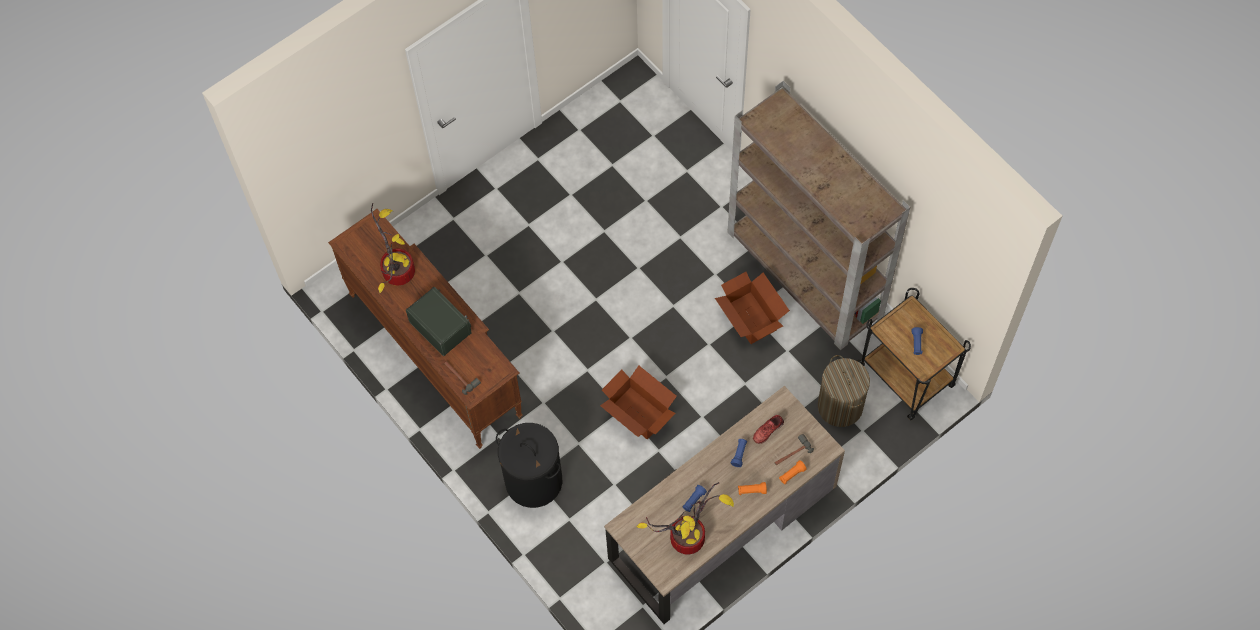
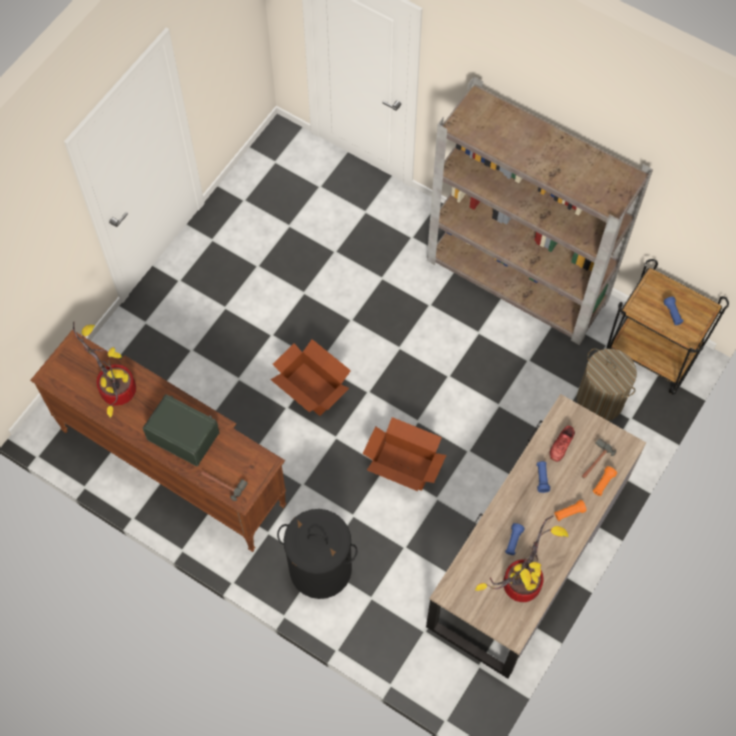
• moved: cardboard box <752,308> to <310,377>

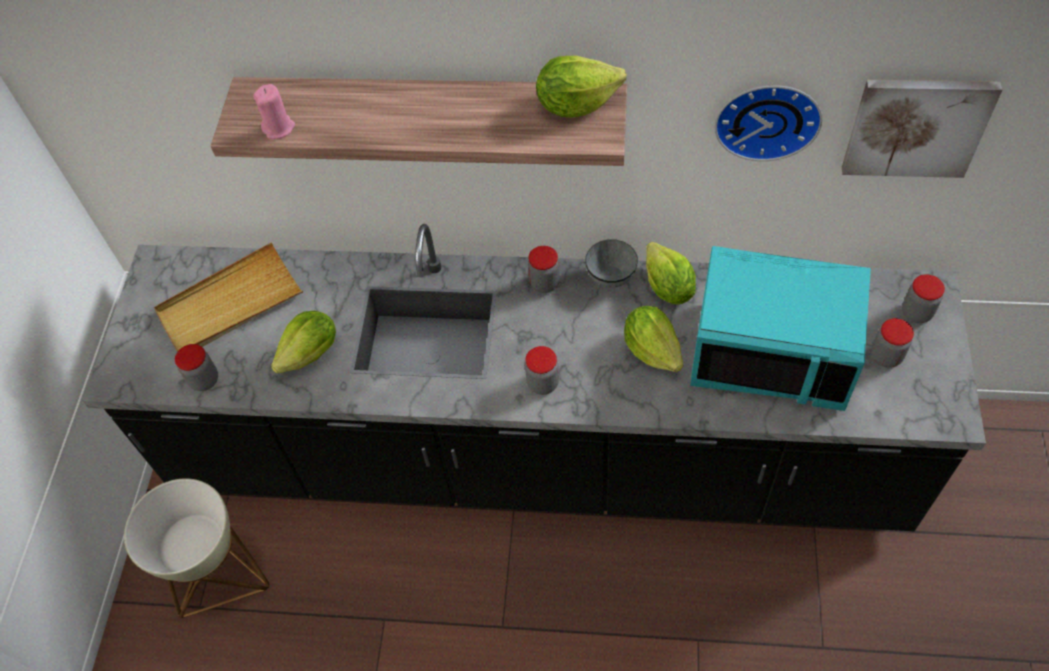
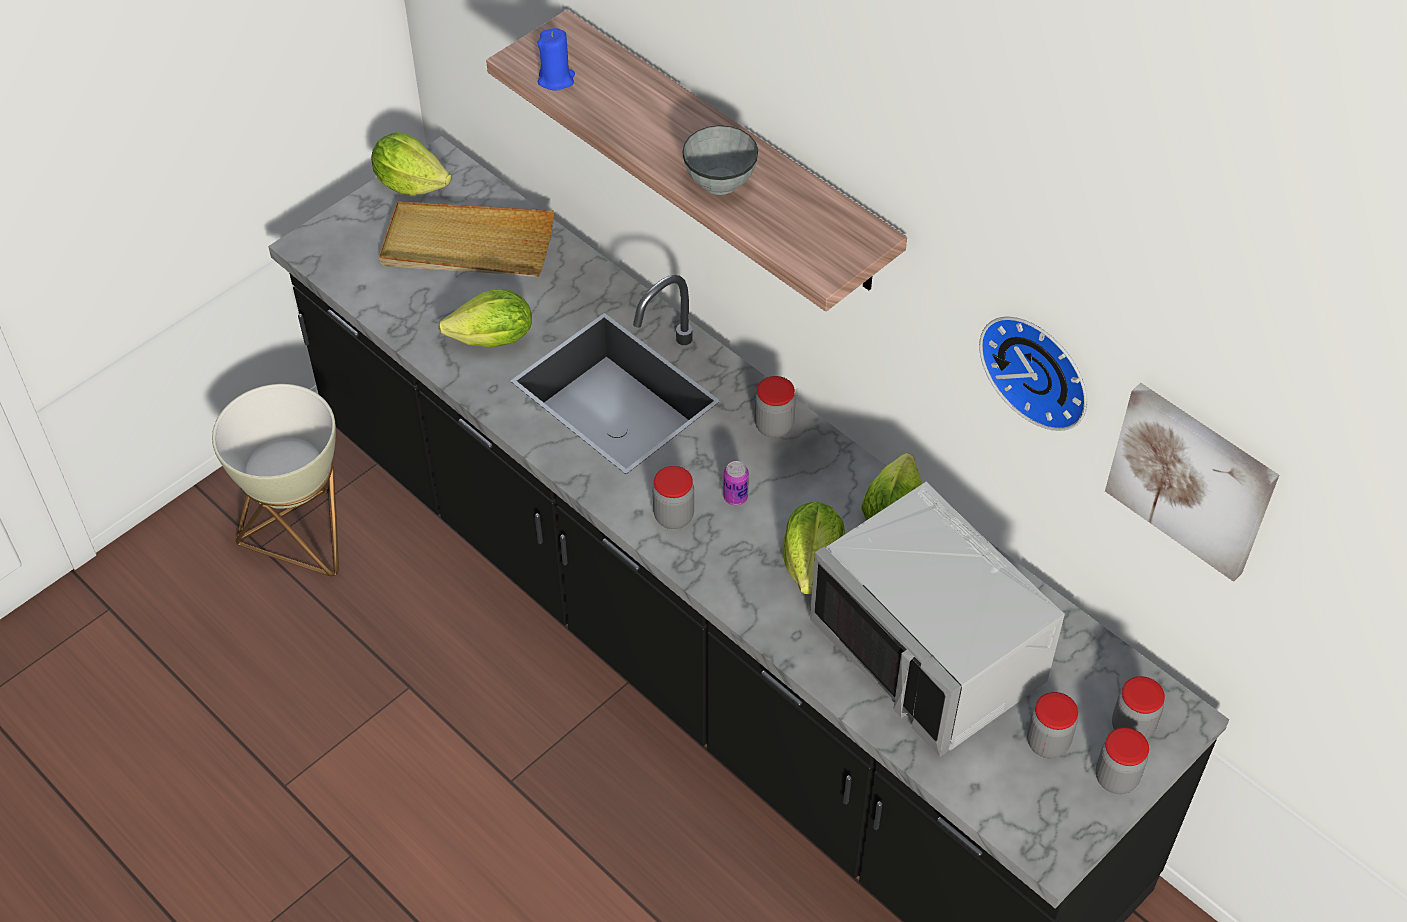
• added: can <736,483>
• moved: jar <196,367> to <1122,760>
• moved: head of lettuce <581,87> to <411,163>
• moved: grey bowl <611,263> to <720,160>
• recoloured: pinkish wax light <274,111> to blue wax light <556,59>
• recoloured: turquoise-coloured microwave oven <780,328> to grey microwave oven <937,619>

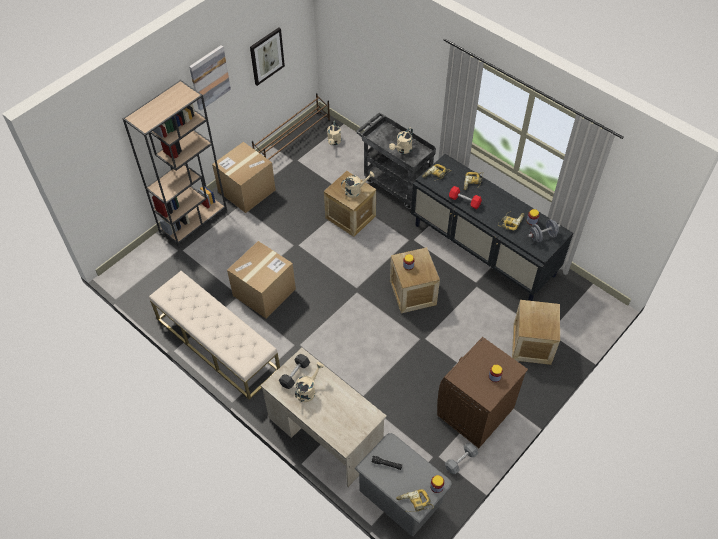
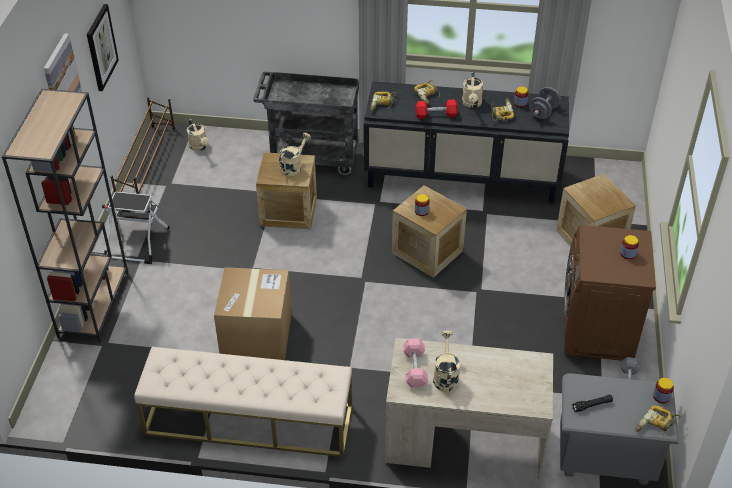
• moved: sand-coloured watering pot <401,141> to <472,90>
• replaced: cardboard box <244,177> to step stool <136,228>
• recoloured: black dumbbell <294,371> to pinkish dumbbell <415,362>

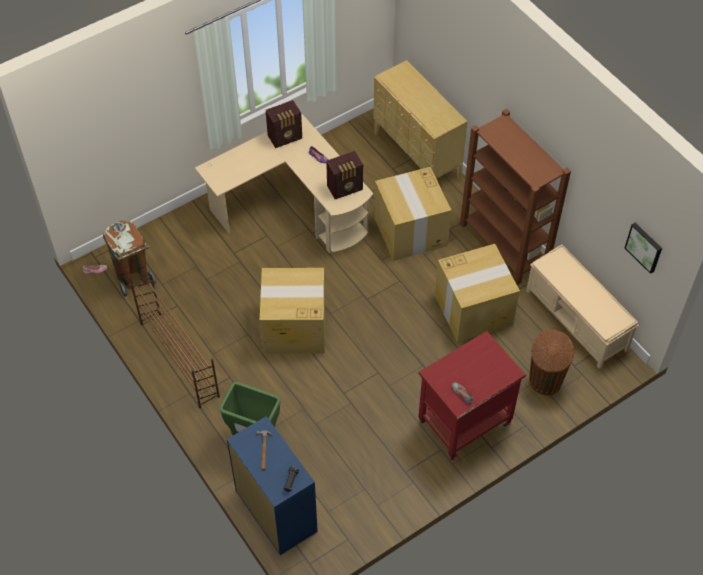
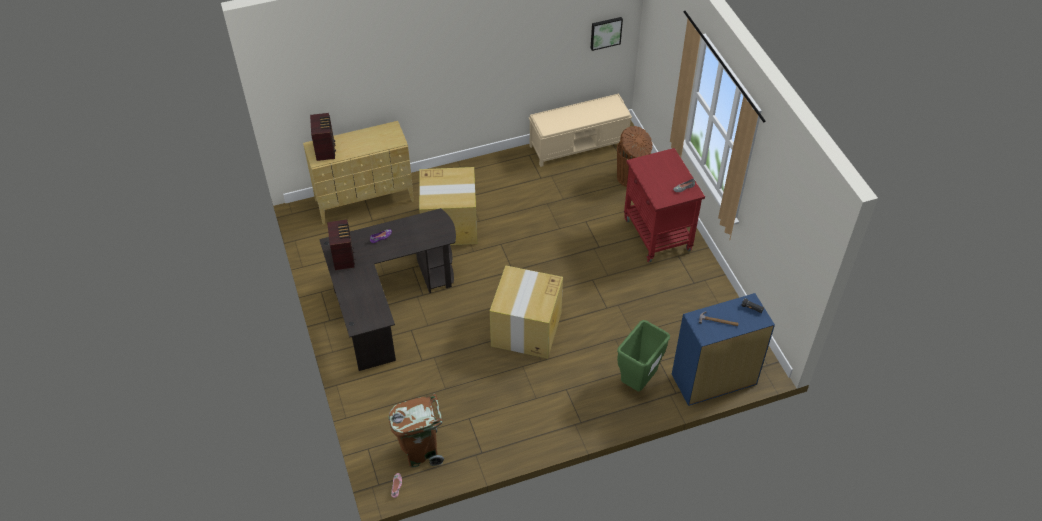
• removed: brownish shoe shelf <175,341>
• removed: cardboard box <477,293>
• removed: brownish bookshelf <515,197>
• moved: radio set <344,175> to <323,137>
• recoloured: sand-coloured desk unit <284,184> to black desk unit <387,289>

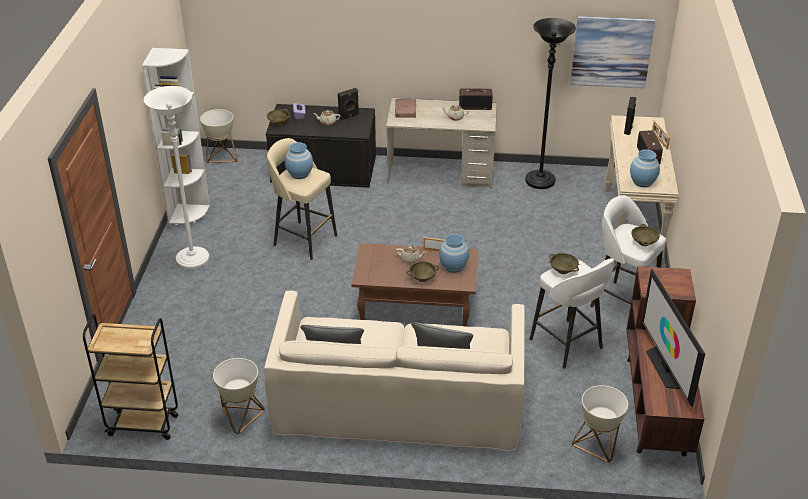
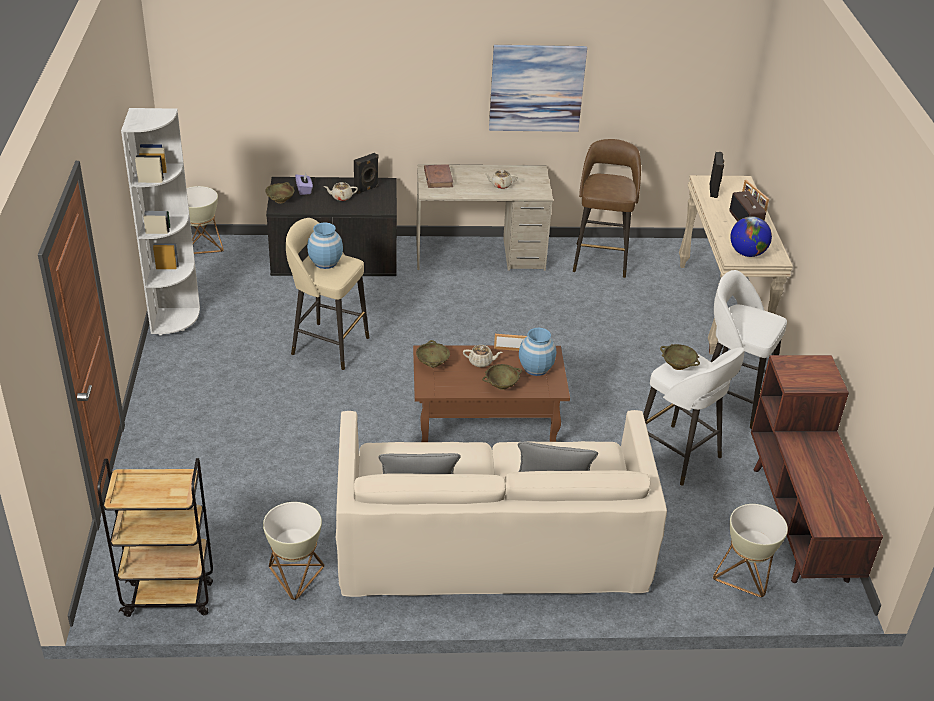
• removed: whitish standing lamp <176,178>
• removed: radio set <476,99>
• removed: television <673,338>
• moved: picture <612,52> to <538,88>
• moved: sand-coloured bowl <645,235> to <433,354>
• replaced: black standing lamp <550,103> to brownish sitting stool <607,208>
• replaced: blue vase <645,168> to world globe <751,236>

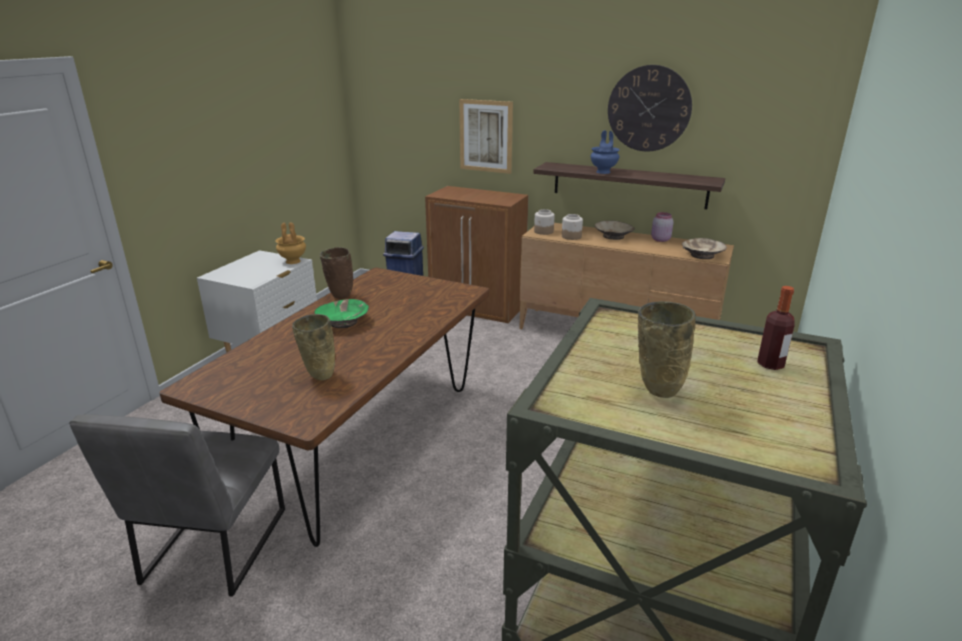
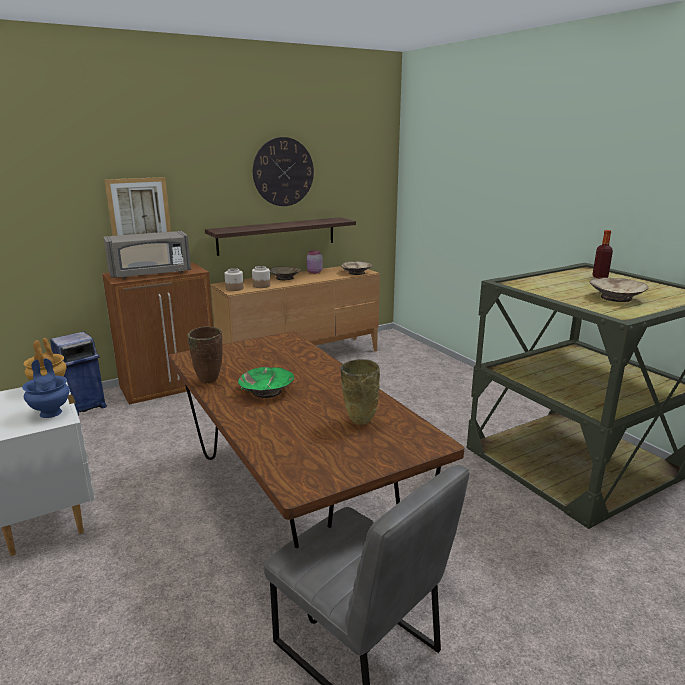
• added: grey microwave oven <147,255>
• moved: blue vase <605,152> to <46,388>
• replaced: sand-coloured vase <667,349> to sand-coloured bowl <619,290>

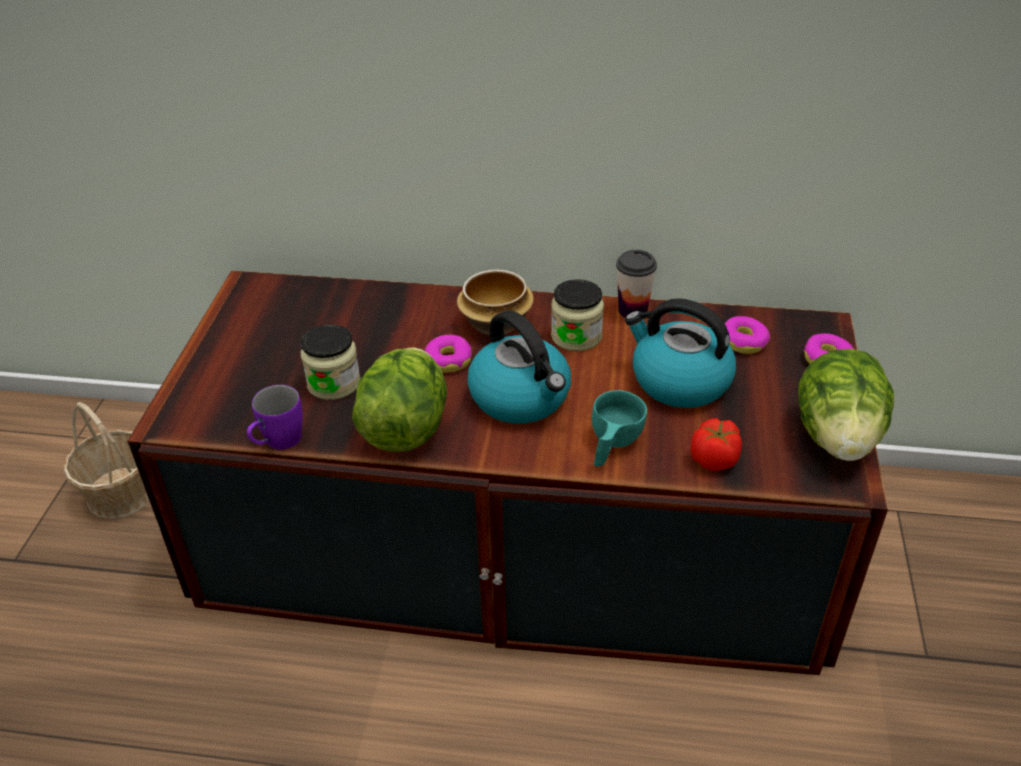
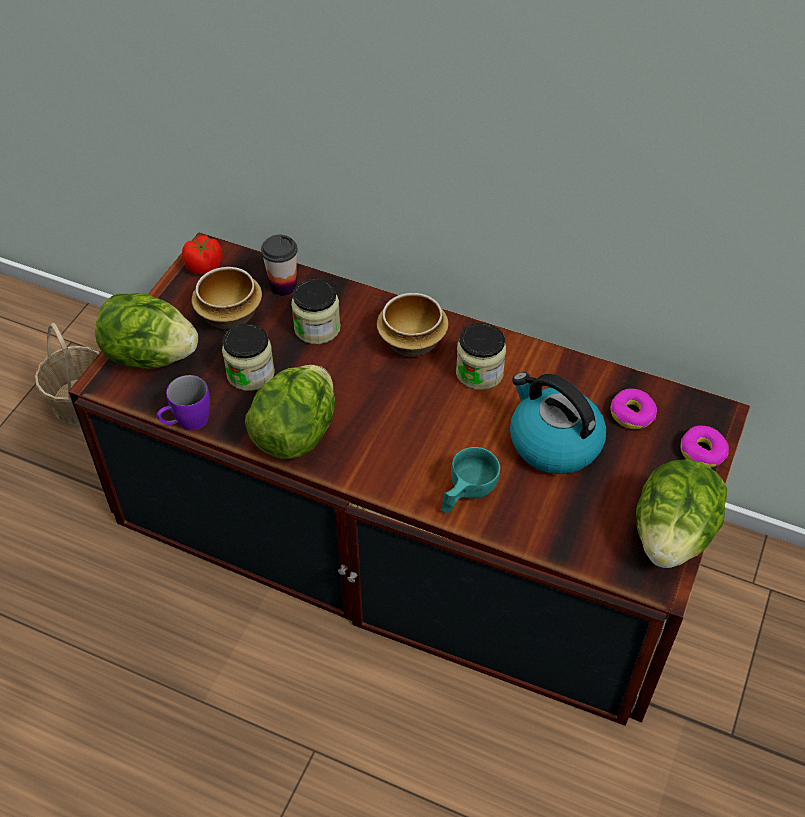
• removed: doughnut <448,354>
• removed: water kettle <519,366>
• added: head of lettuce <146,331>
• added: bowl <227,298>
• added: jar <316,311>
• moved: drinking cup <636,284> to <279,265>
• moved: whole tomato <716,444> to <202,254>

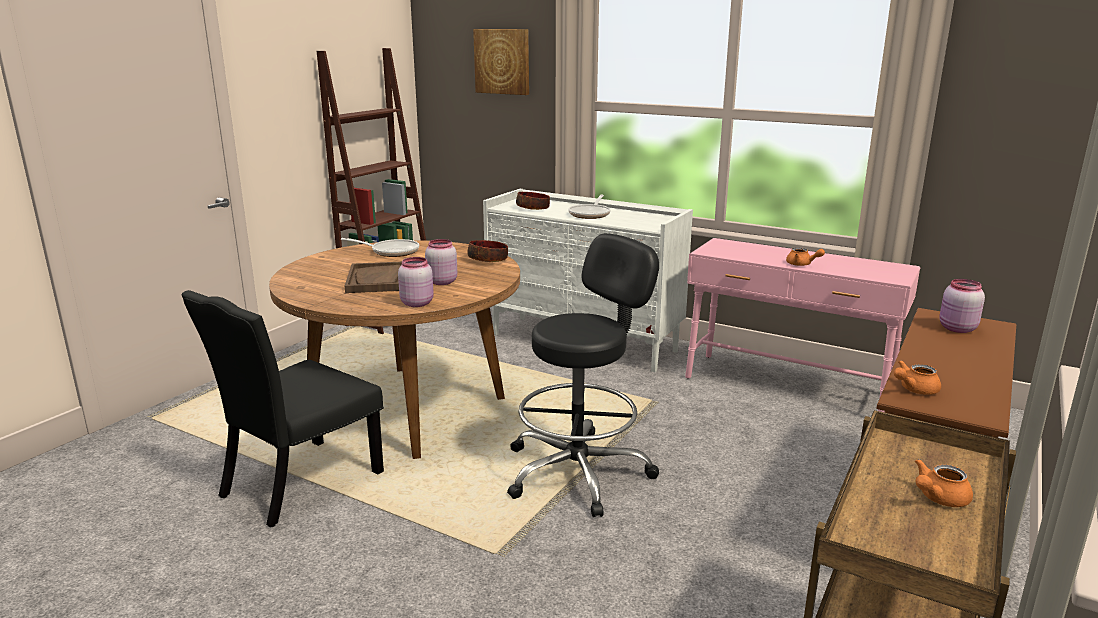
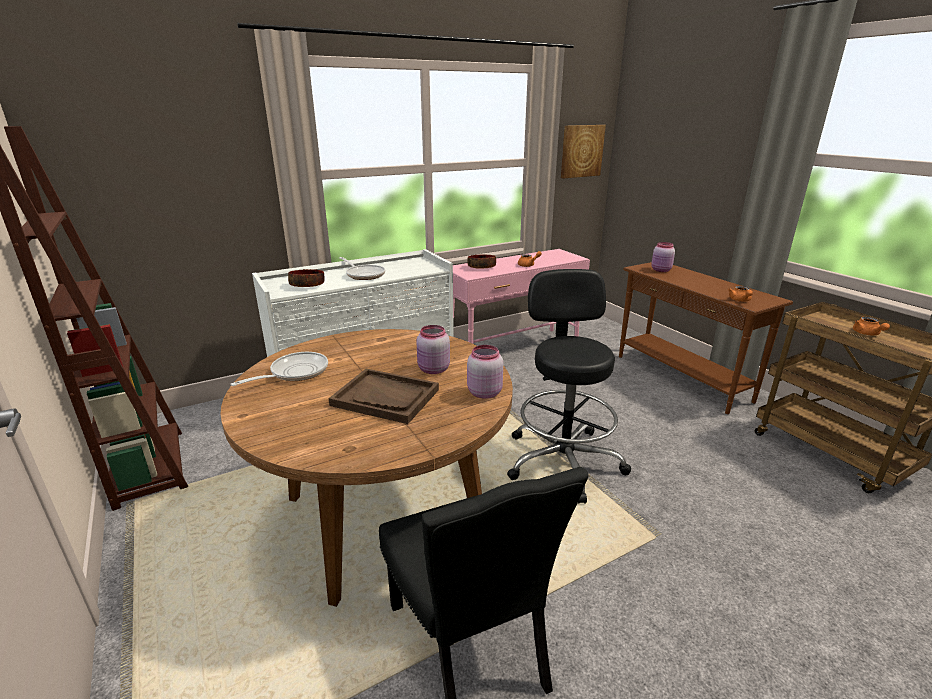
• moved: bowl <487,251> to <481,261>
• moved: picture <501,62> to <583,151>

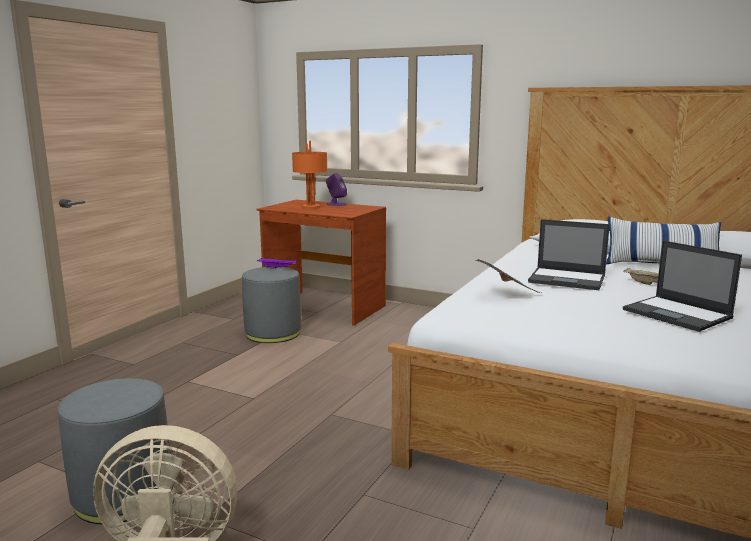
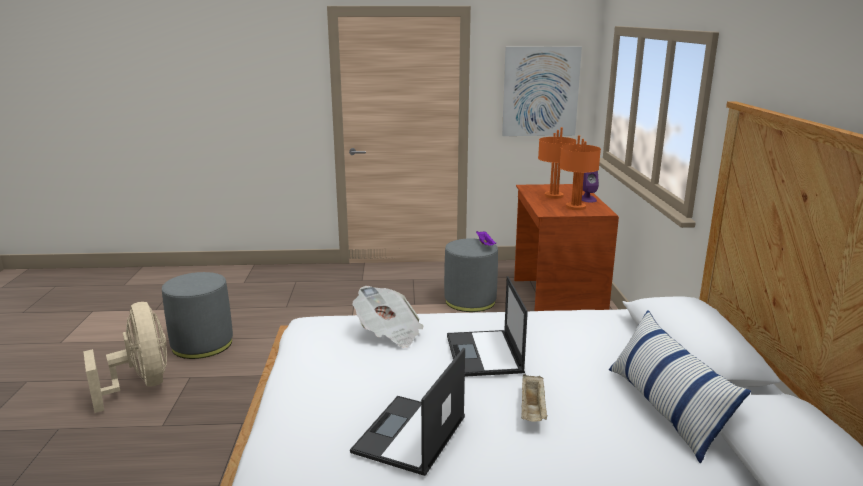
• added: picture <542,91>
• added: orange table lamp <580,172>

